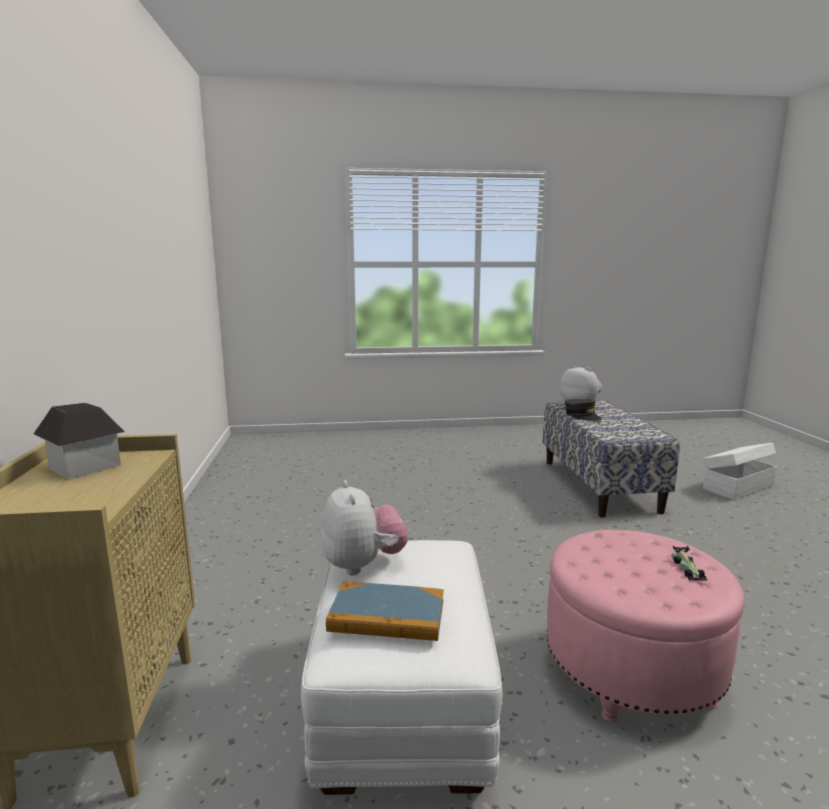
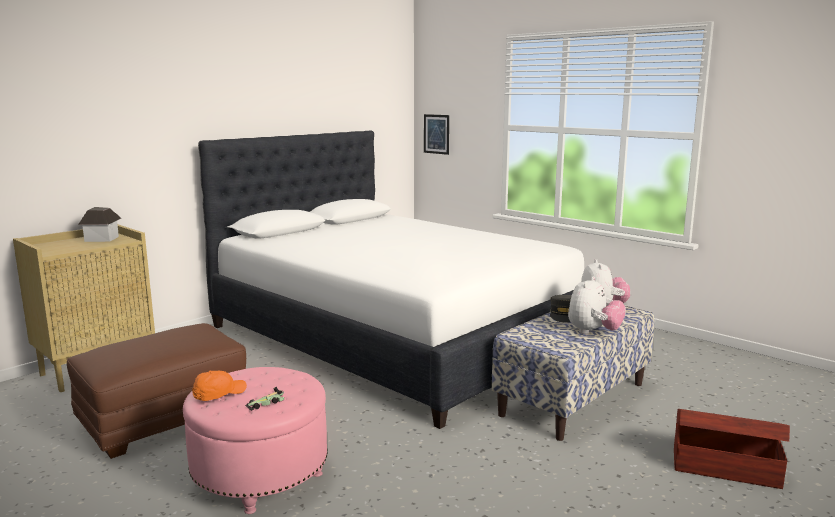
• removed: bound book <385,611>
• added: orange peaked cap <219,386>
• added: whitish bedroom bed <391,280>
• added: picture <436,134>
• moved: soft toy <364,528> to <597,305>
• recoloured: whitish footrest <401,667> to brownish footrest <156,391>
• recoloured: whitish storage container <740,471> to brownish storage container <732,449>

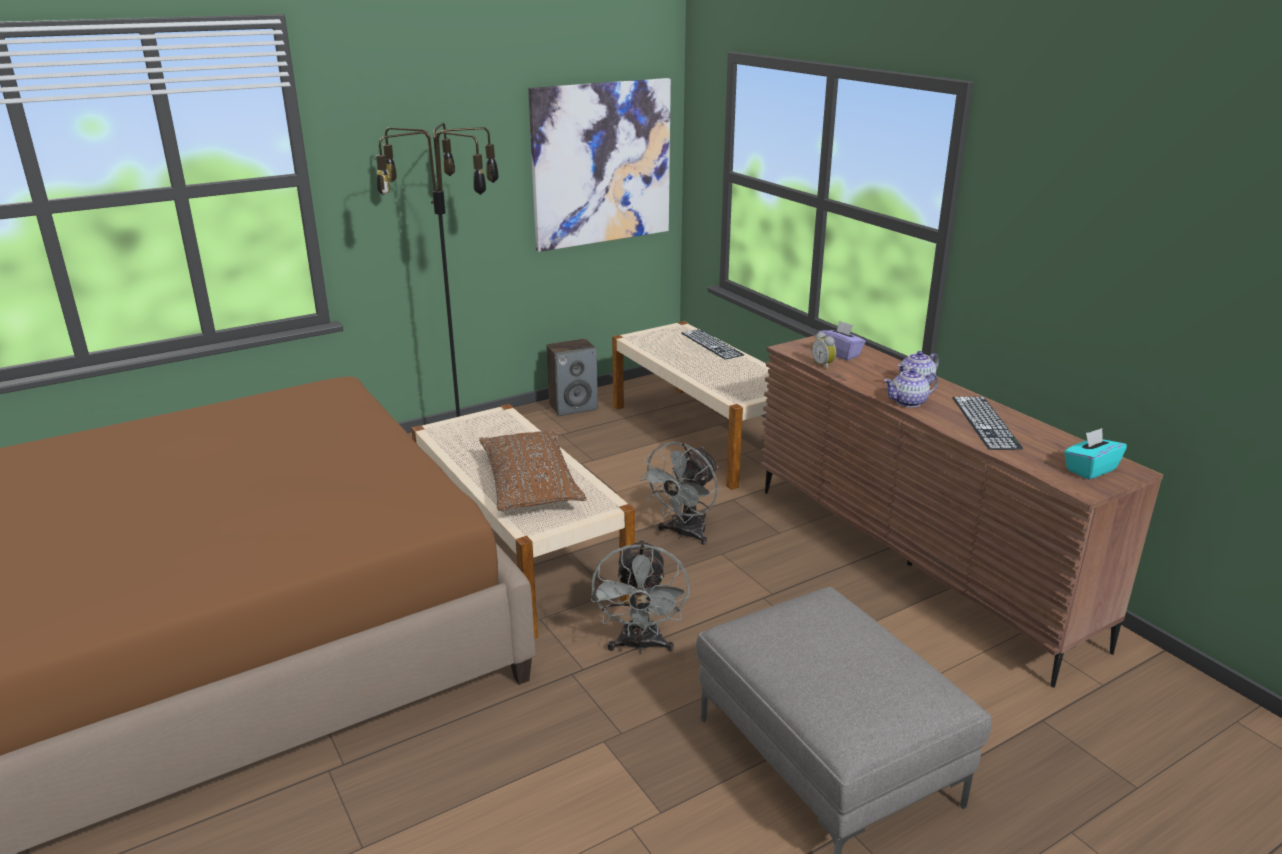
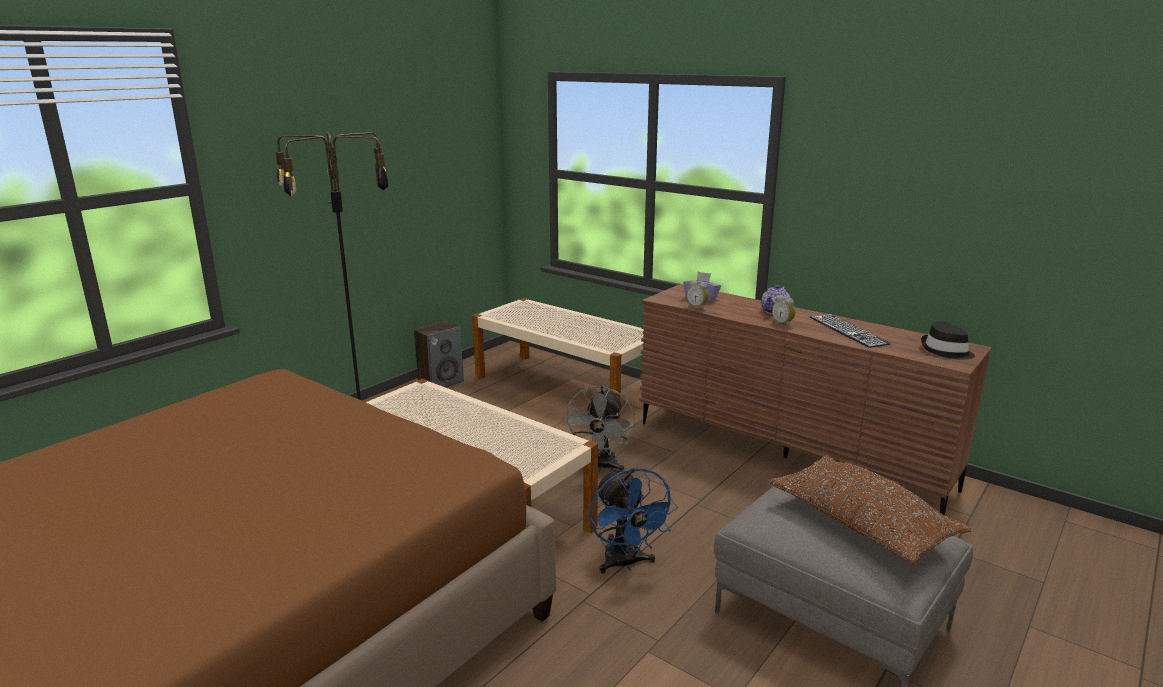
• removed: picture <599,165>
• removed: PC keyboard <712,344>
• moved: brownish pillow <533,470> to <870,509>
• replaced: teapot <911,387> to table clock <783,311>
• replaced: turquoise-coloured box of tissues <1095,454> to black wearable hat <948,340>
• recoloured: grey electric fan <640,596> to blue electric fan <633,521>

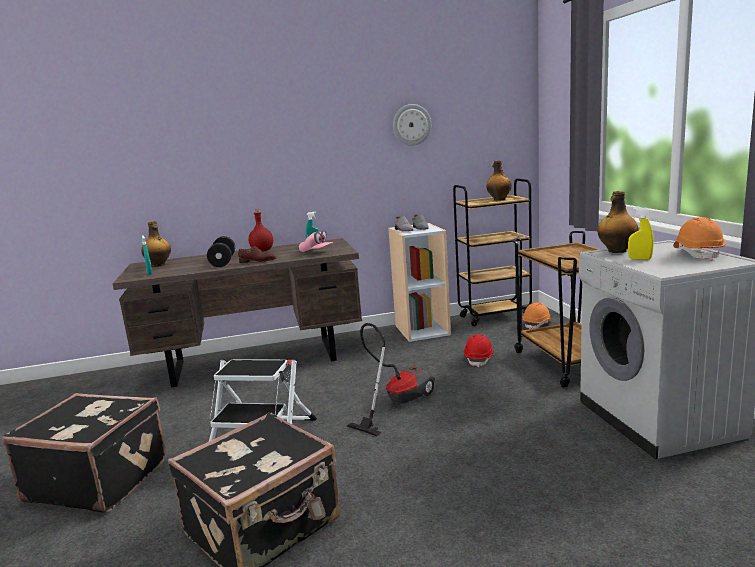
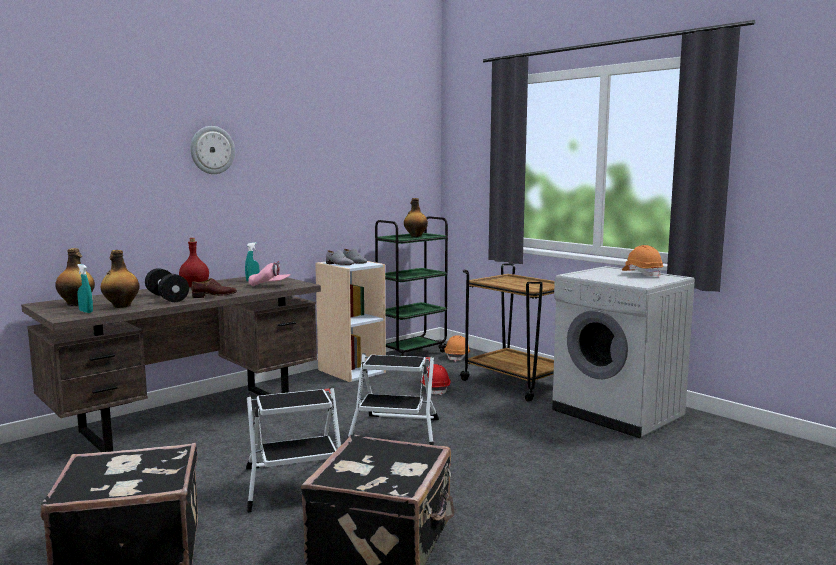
• removed: yellowish spray bottle <641,233>
• moved: clock on the wall <412,125> to <212,150>
• moved: drink bottle <618,222> to <120,279>
• replaced: vacuum cleaner <391,379> to step stool <393,399>
• recoloured: brownish trolley <492,253> to green trolley <411,286>

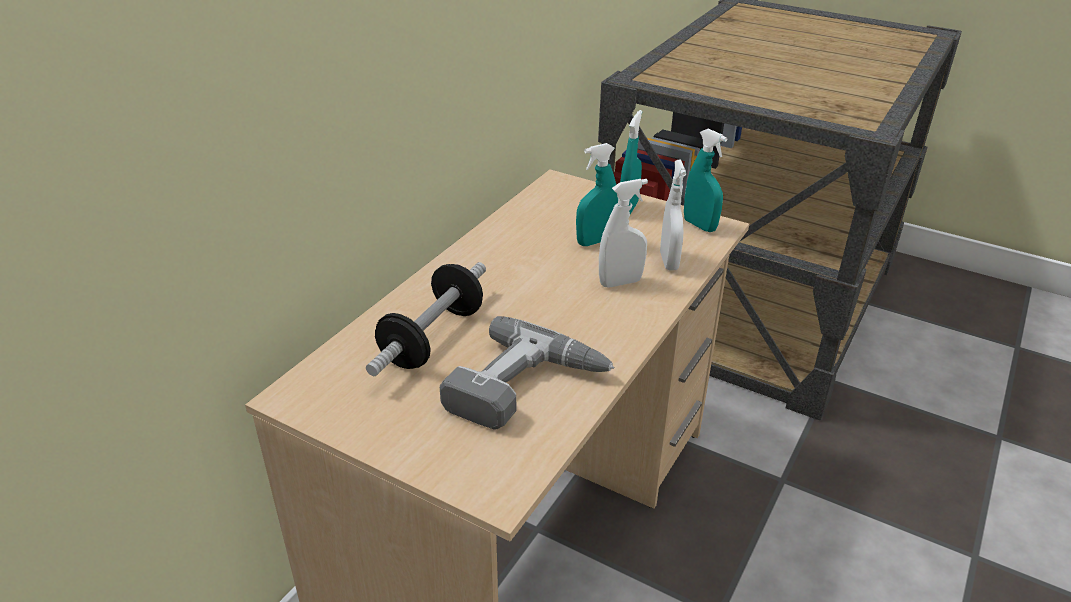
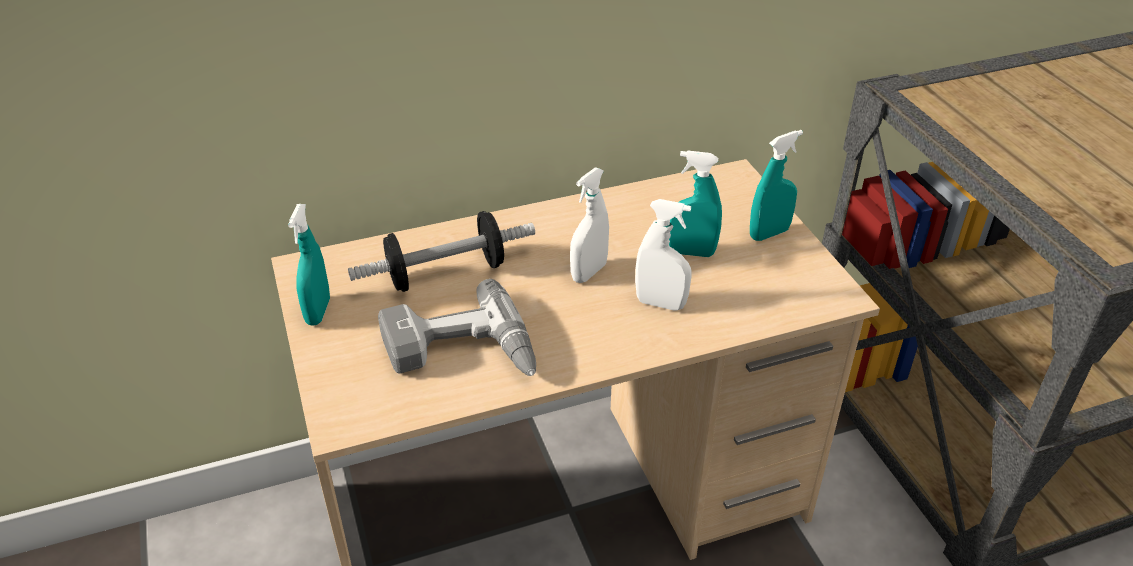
• moved: whitish spray bottle <673,215> to <589,225>
• moved: turquoise-coloured spray bottle <705,180> to <309,265>

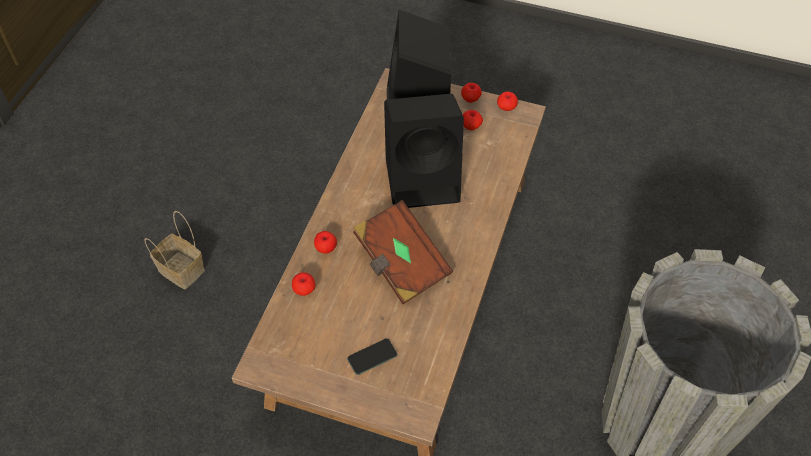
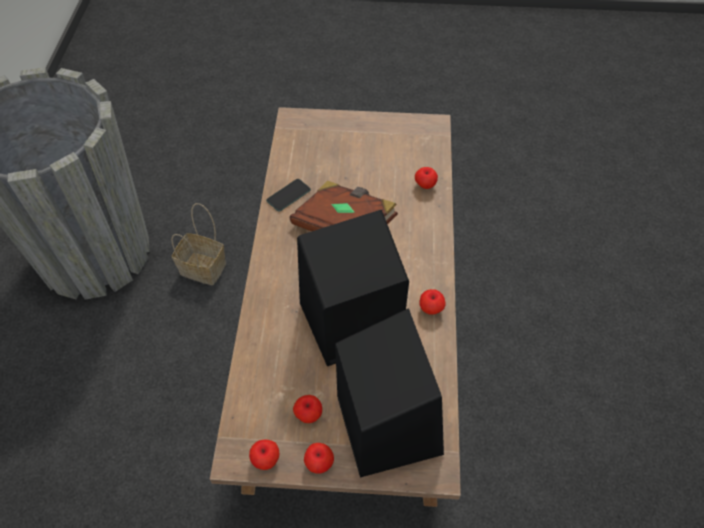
• moved: storage basket <175,250> to <198,244>
• moved: apple <325,242> to <432,302>
• moved: phone <372,356> to <288,195>

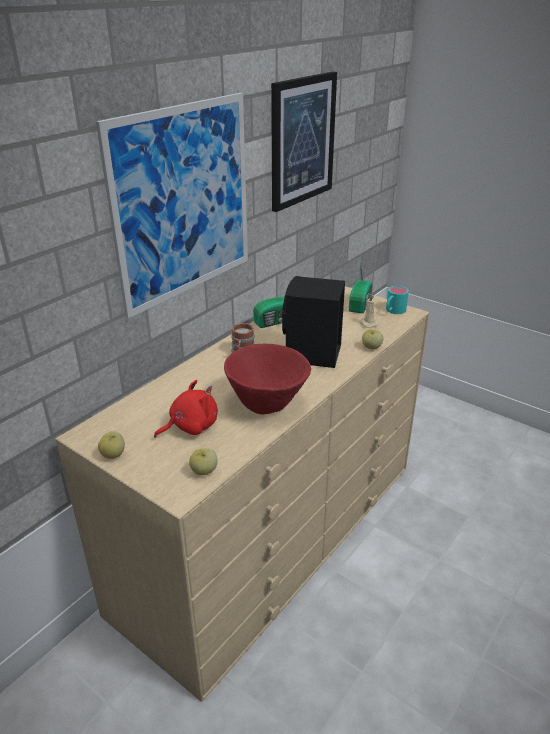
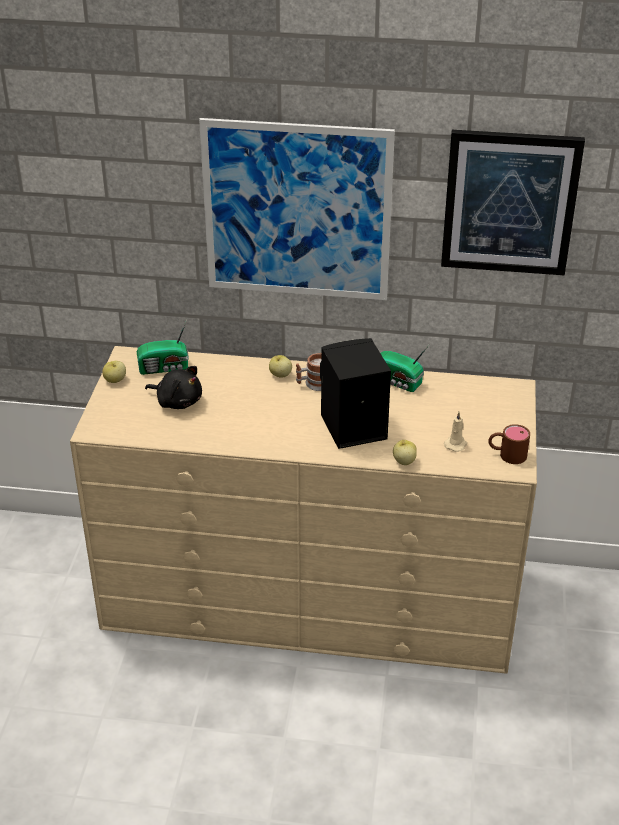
• removed: red-coloured bowl <267,379>
• moved: apple <203,461> to <280,366>
• moved: radio set <361,286> to <163,347>
• recoloured: red-coloured soft toy <186,409> to black soft toy <173,387>
• recoloured: turquoise-coloured coffee mug <397,300> to brownish coffee mug <509,444>

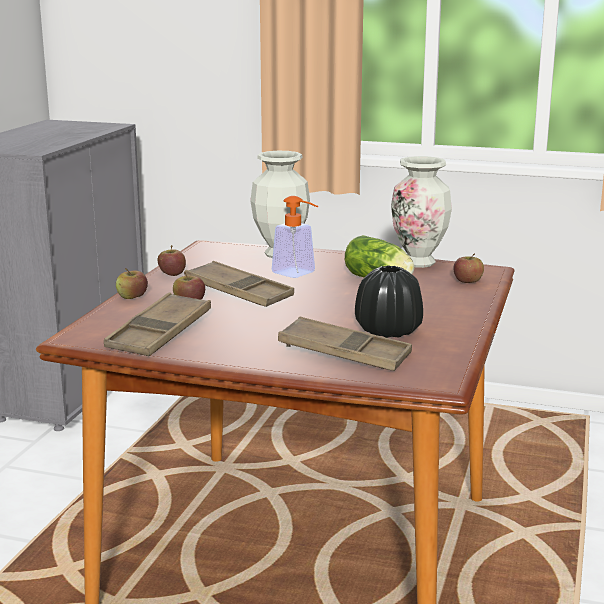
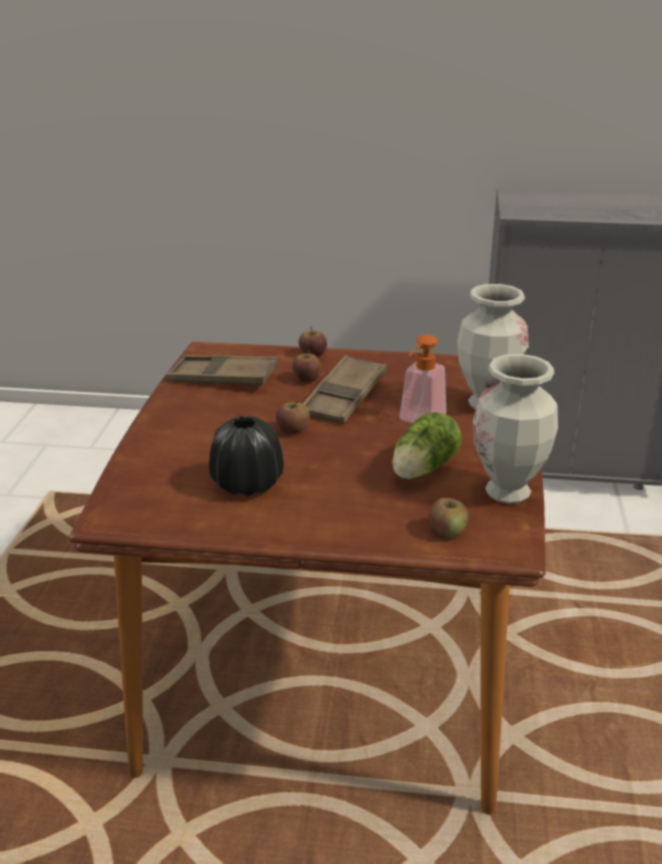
• removed: brownish carrying tray <345,343>
• moved: apple <172,260> to <293,417>

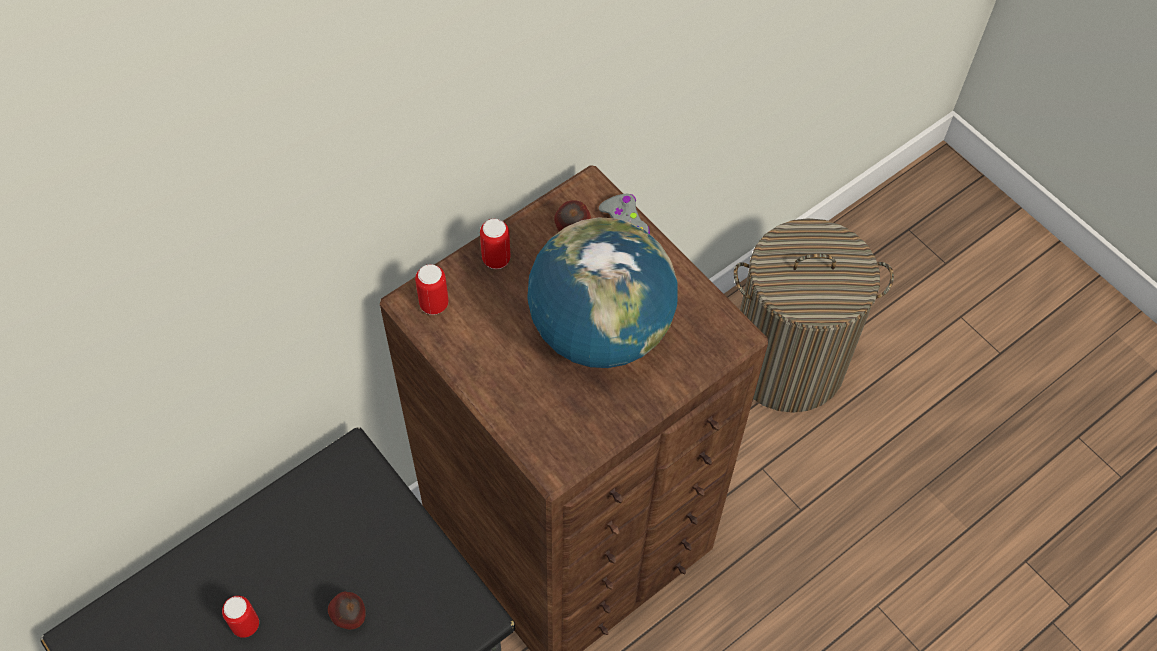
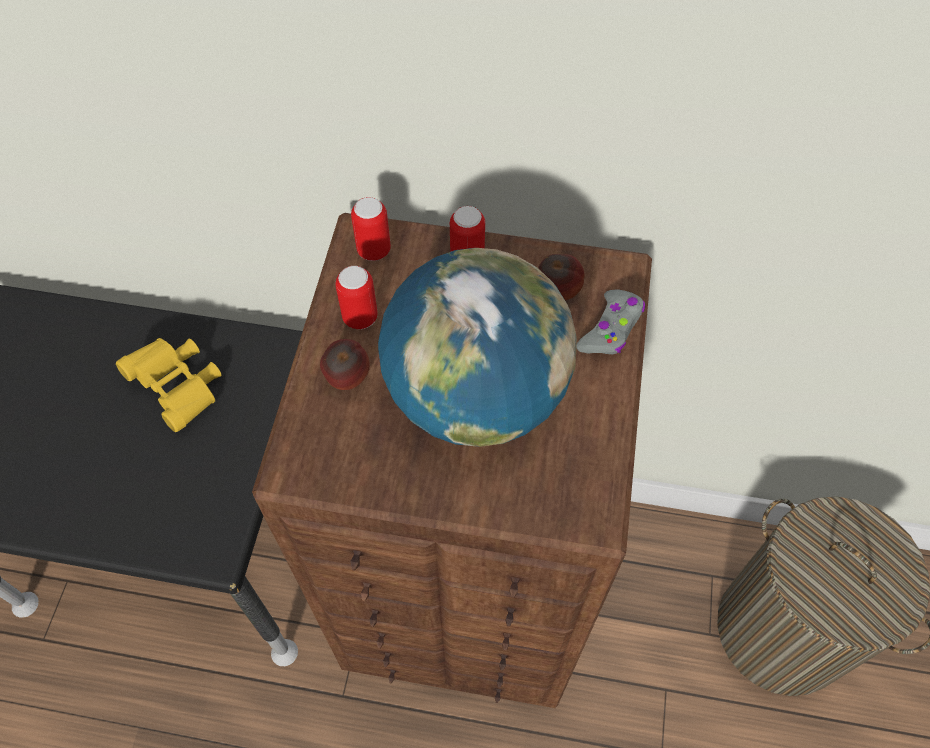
• added: yellowish field glasses <168,385>
• moved: can <240,617> to <356,297>
• moved: apple <347,610> to <345,364>

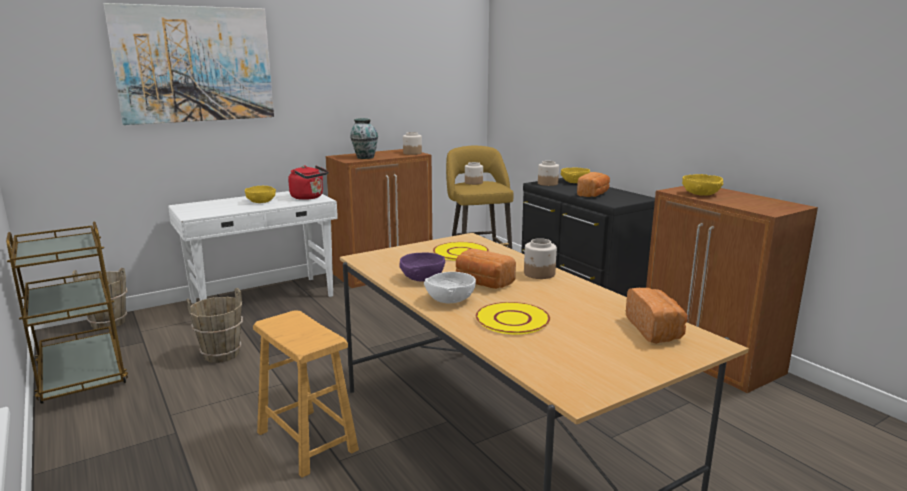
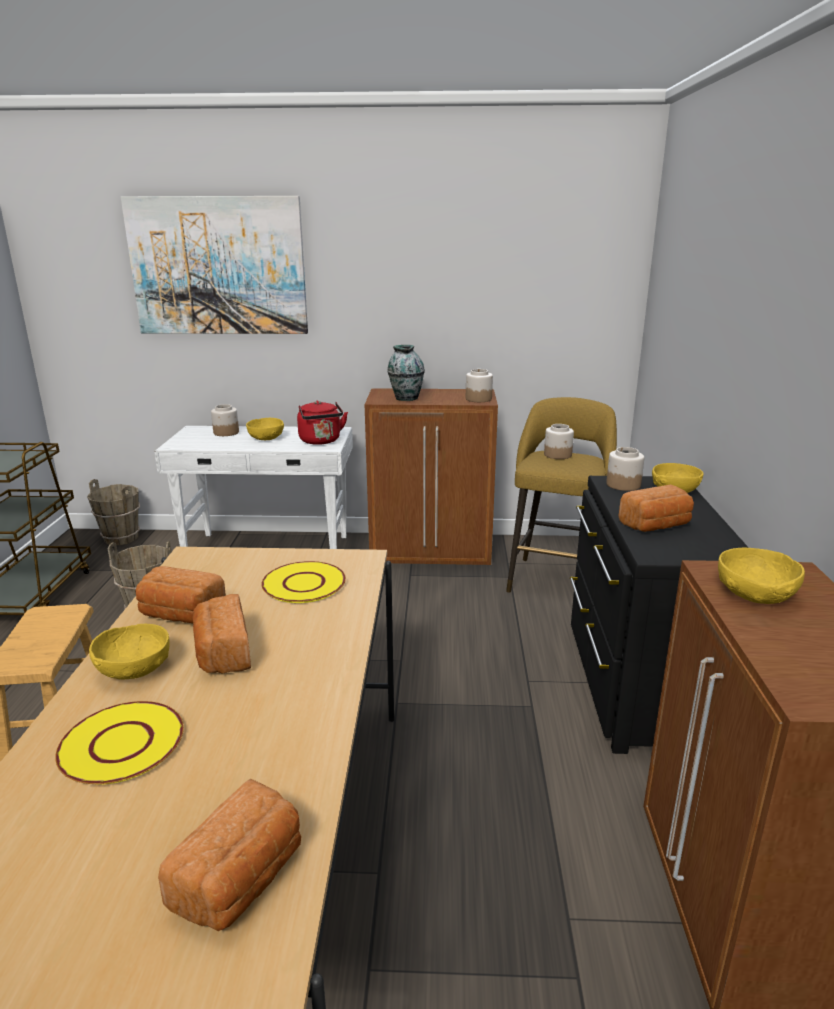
• moved: jar <540,258> to <225,420>
• replaced: purplish bowl <422,267> to baked bread <180,594>
• recoloured: whitish bowl <450,287> to yellowish bowl <129,651>

